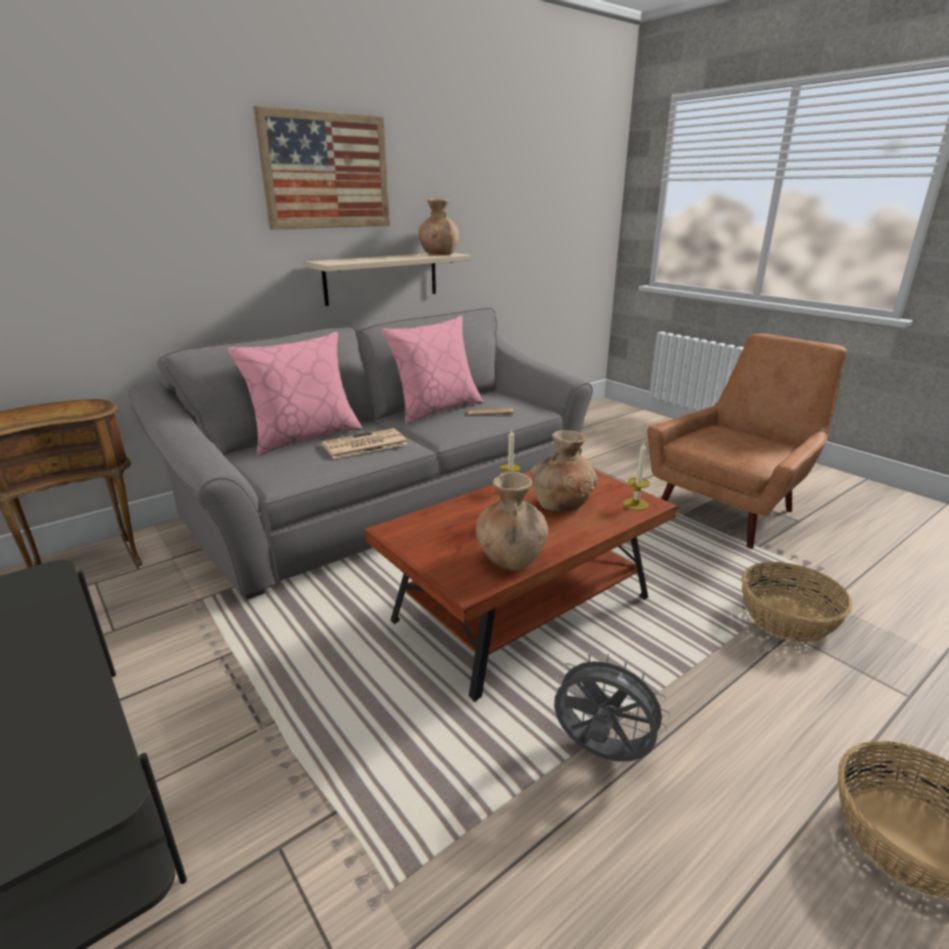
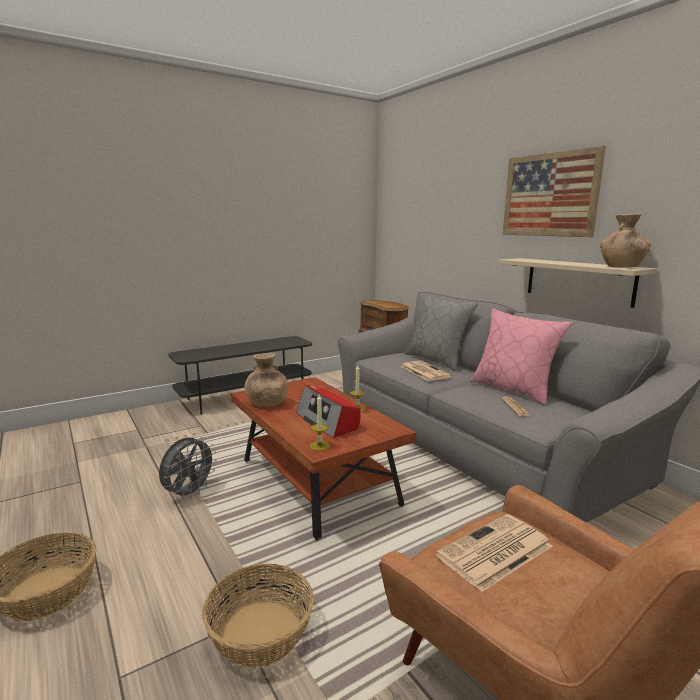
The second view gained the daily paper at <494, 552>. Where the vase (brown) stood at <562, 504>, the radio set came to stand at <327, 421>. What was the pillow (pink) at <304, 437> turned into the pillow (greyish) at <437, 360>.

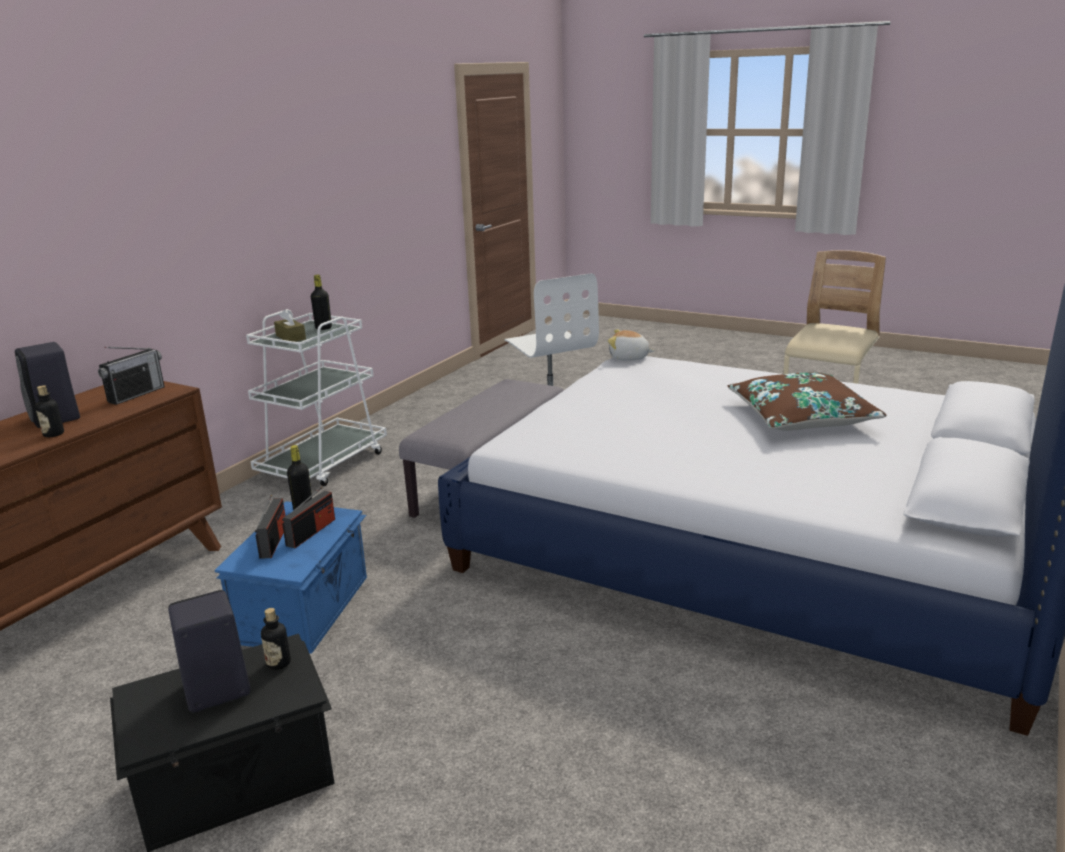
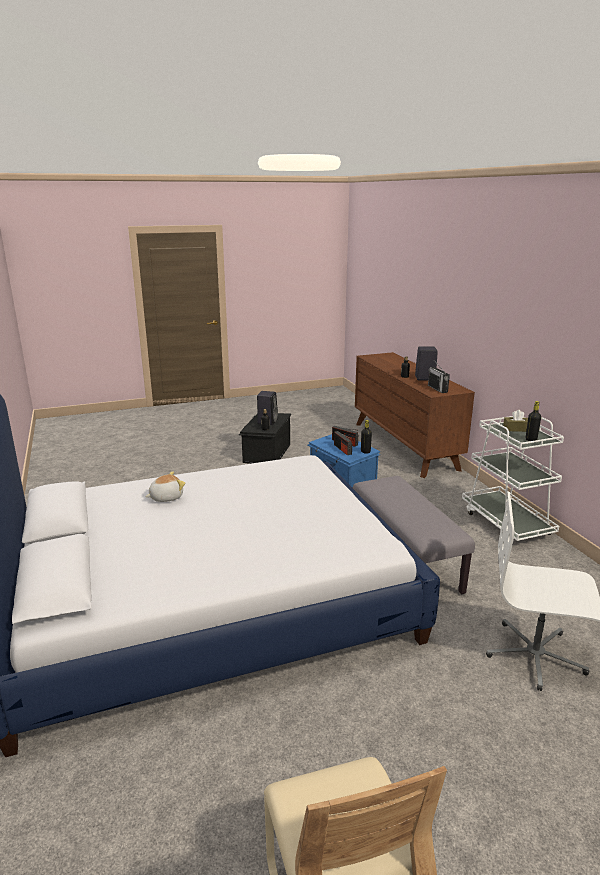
The second view lost the pillow (brown) at <801, 417>. The cuddly toy ended up elsewhere, having gone from <629, 358> to <166, 497>.

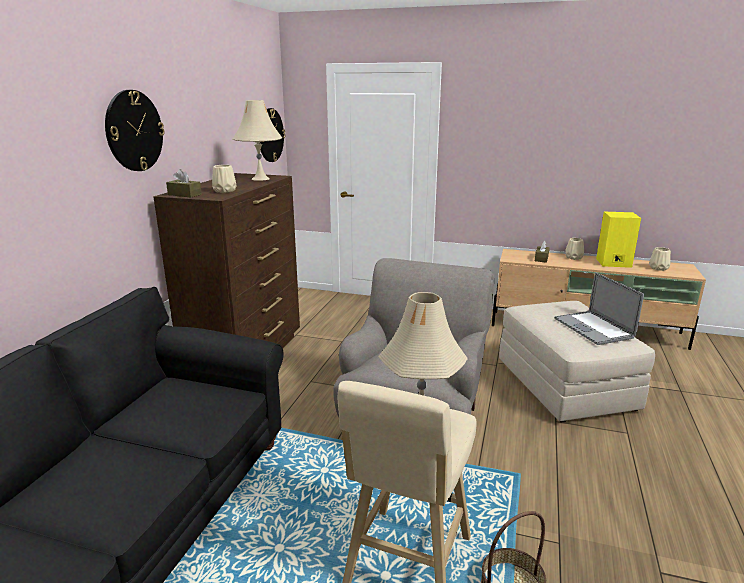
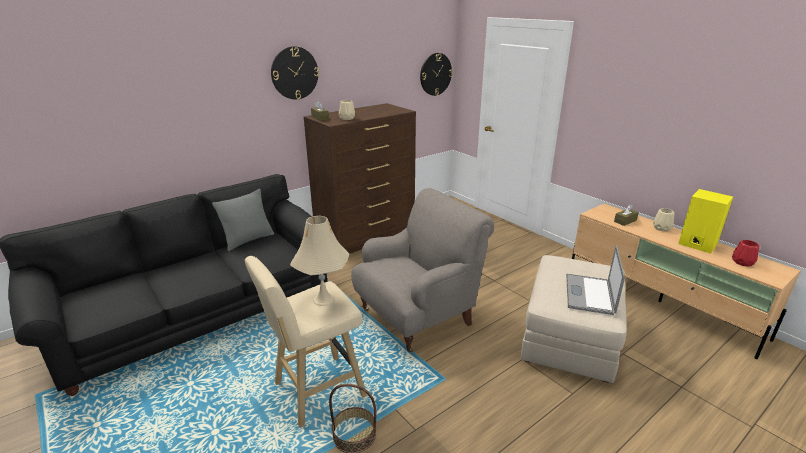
The second view lost the table lamp (beige-coloured) at <260, 179>. The second view gained the pillow (greyish) at <248, 240>. What was the vase (beige-coloured) at <657, 268> turned into the vase (red) at <742, 262>.

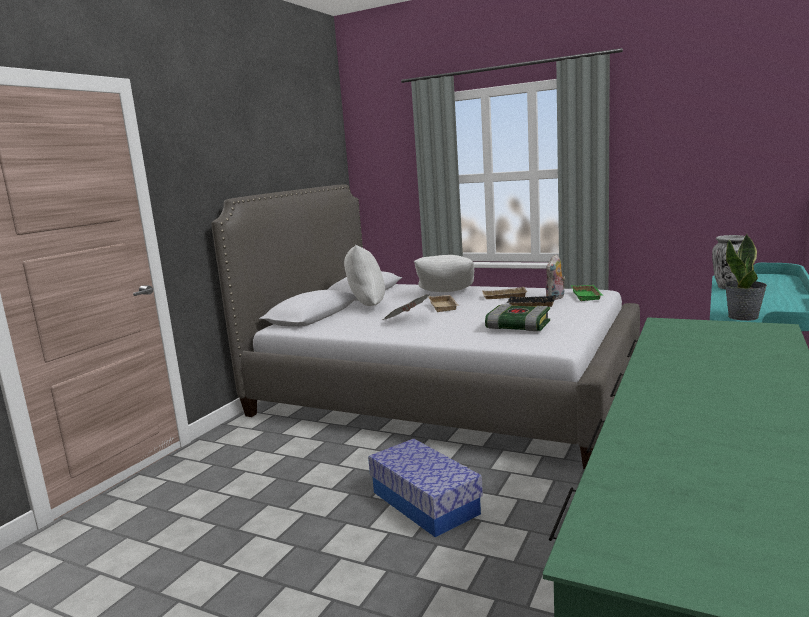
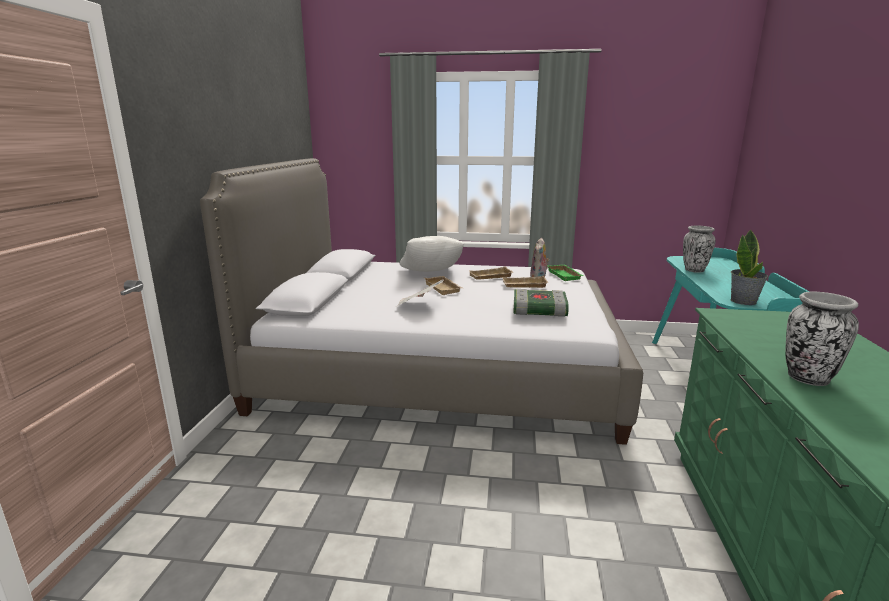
The second view lost the pillow (white-coloured) at <366, 307>. The second view lost the storage container at <425, 503>. The second view gained the vase at <807, 379>. What was the serving tray (black-coloured) at <530, 305> turned into the serving tray (beige-coloured) at <524, 285>.

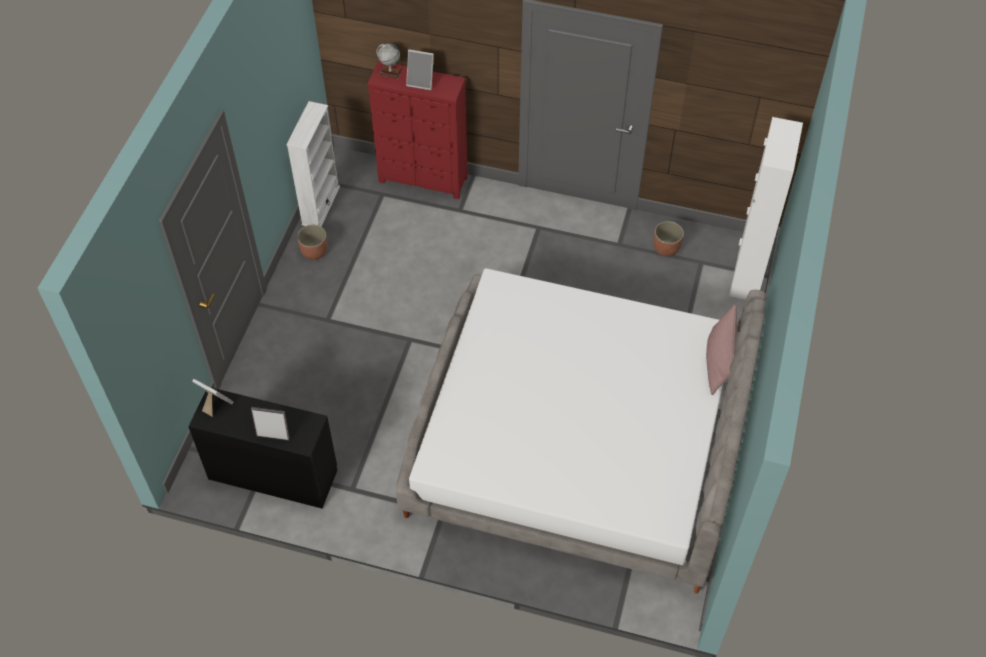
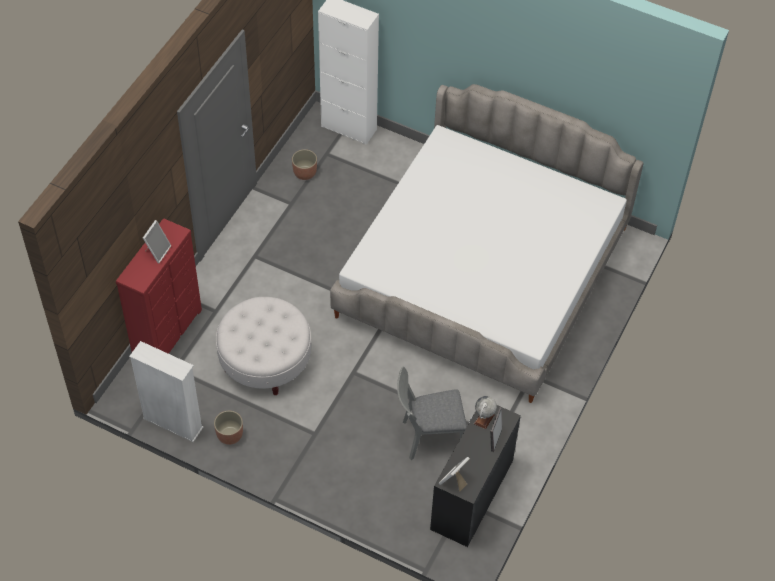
The second view lost the pillow (pink) at <719, 361>. The second view gained the footrest (white-coloured) at <265, 361>. The second view gained the plain chair (greyish) at <427, 437>. The desk globe ended up elsewhere, having gone from <390, 72> to <484, 419>.

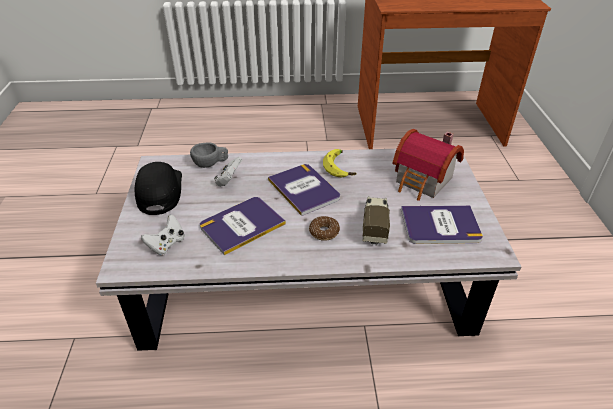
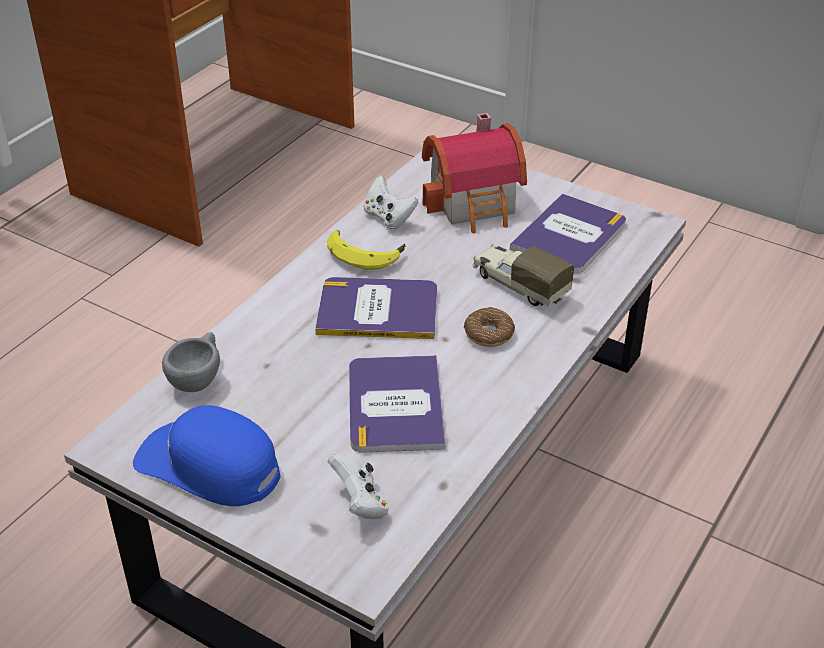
The joypad (white-coloured) ended up elsewhere, having gone from <229, 180> to <388, 218>. What was the cap (black-coloured) at <159, 191> turned into the cap (bluish) at <209, 466>.

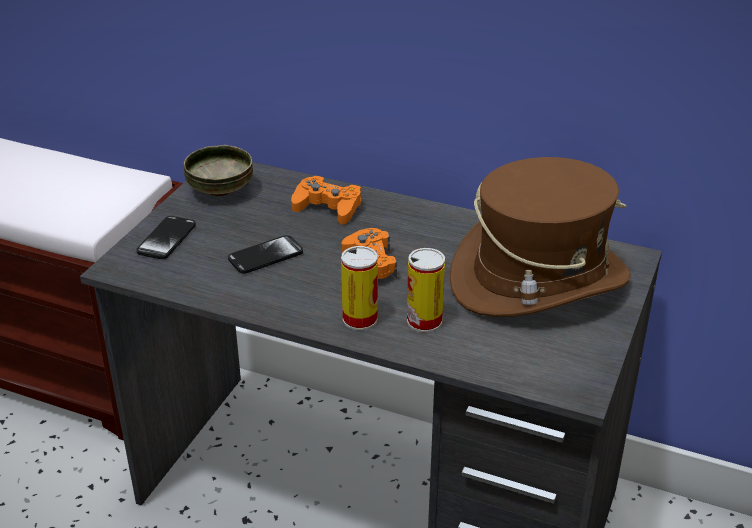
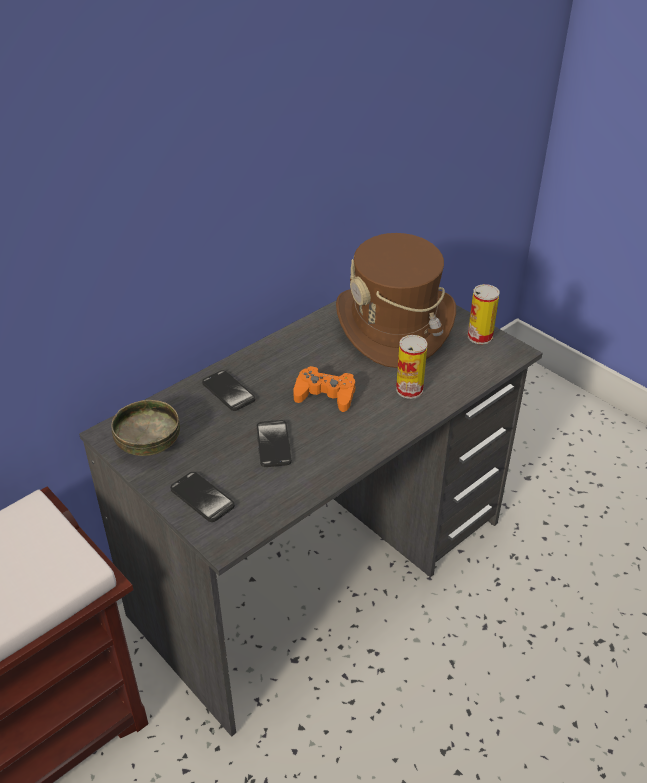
The sealed can ended up elsewhere, having gone from <360, 319> to <480, 336>. Where the joypad (orangey) stood at <328, 207>, the handset came to stand at <228, 391>.

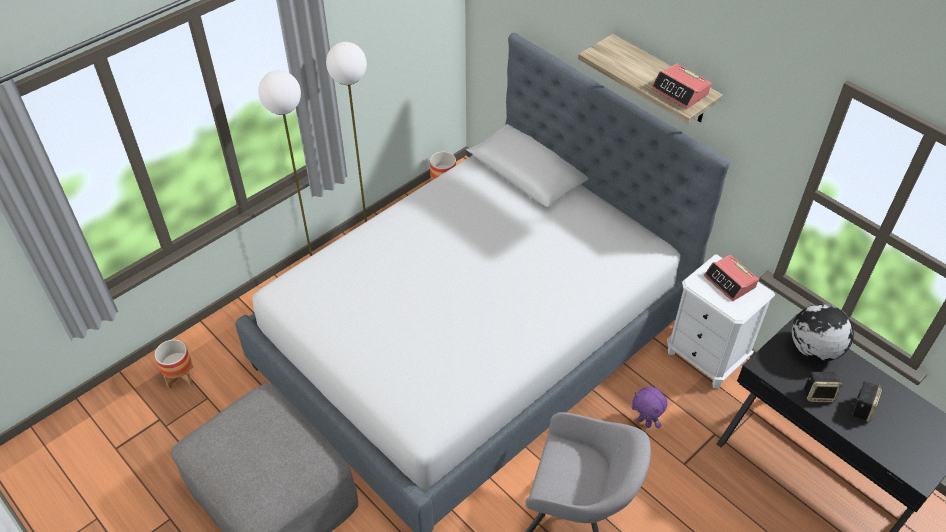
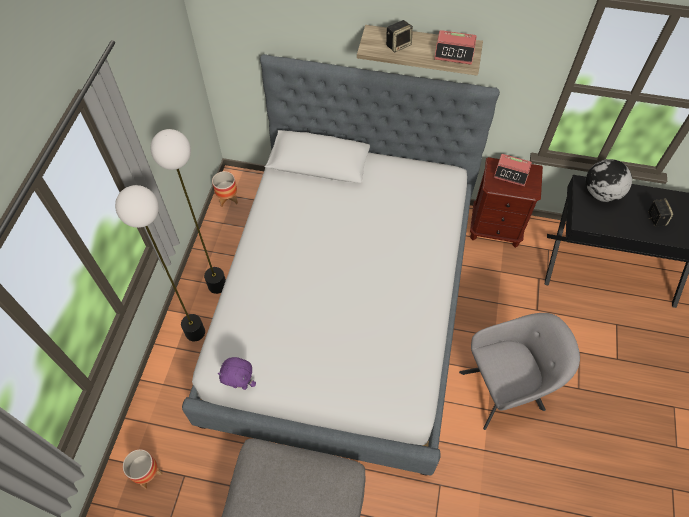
The cuddly toy (purple-coloured) ended up elsewhere, having gone from <645, 422> to <240, 385>. The loudspeaker ended up elsewhere, having gone from <819, 394> to <398, 45>. What was the bedside table (white-coloured) at <705, 357> turned into the bedside table (brown) at <495, 229>.

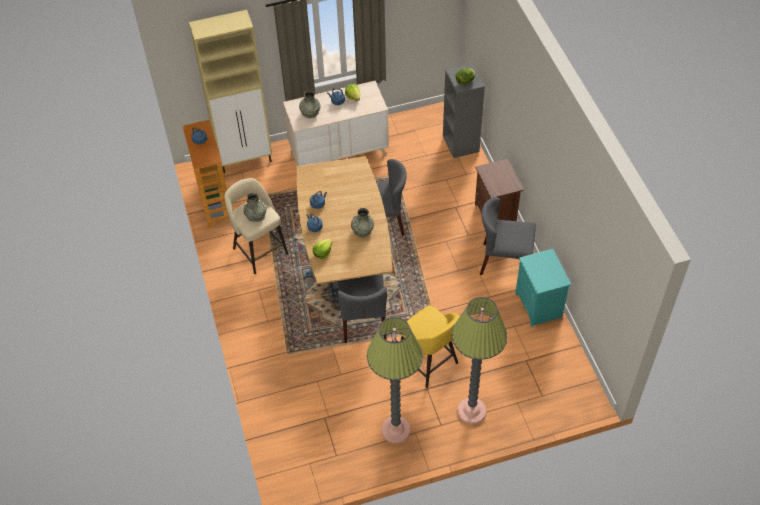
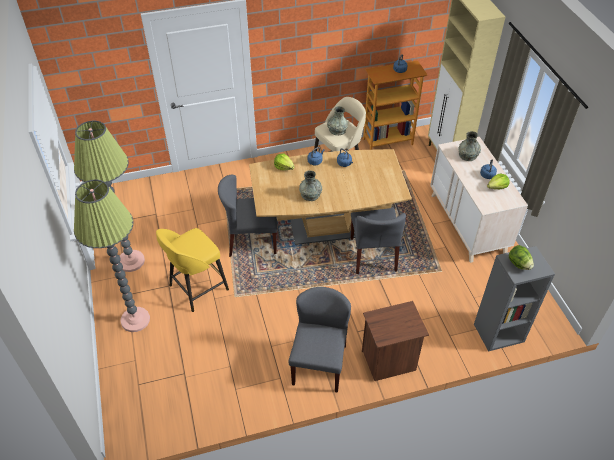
The second view lost the bedside table (blue-green) at <539, 306>.

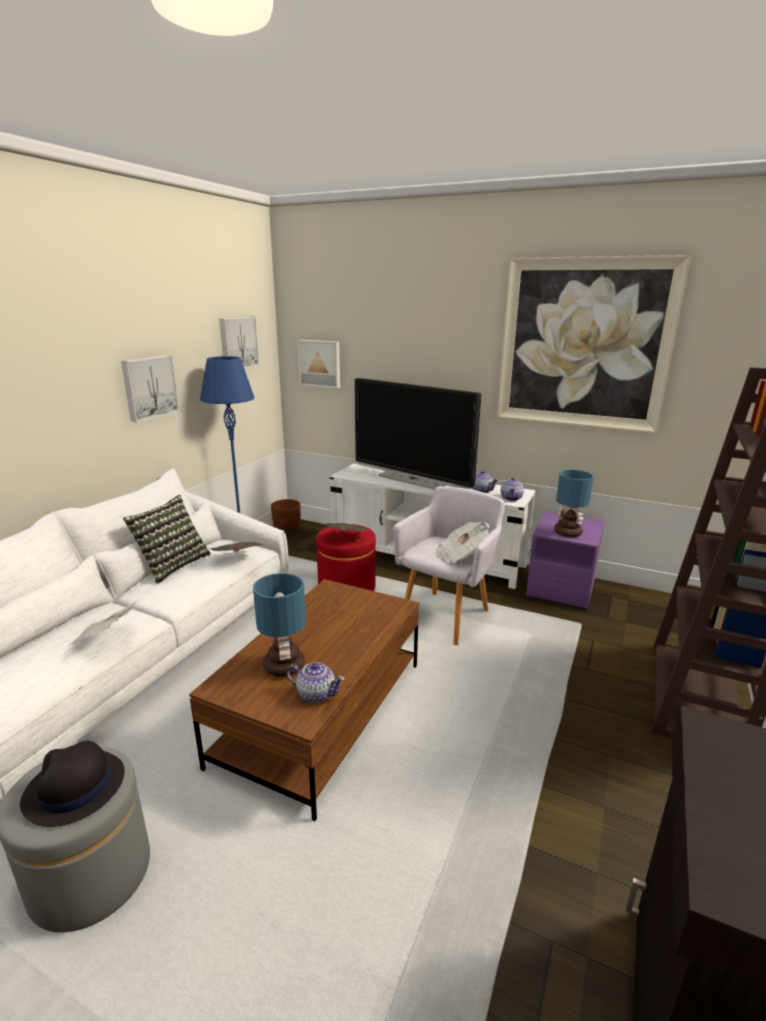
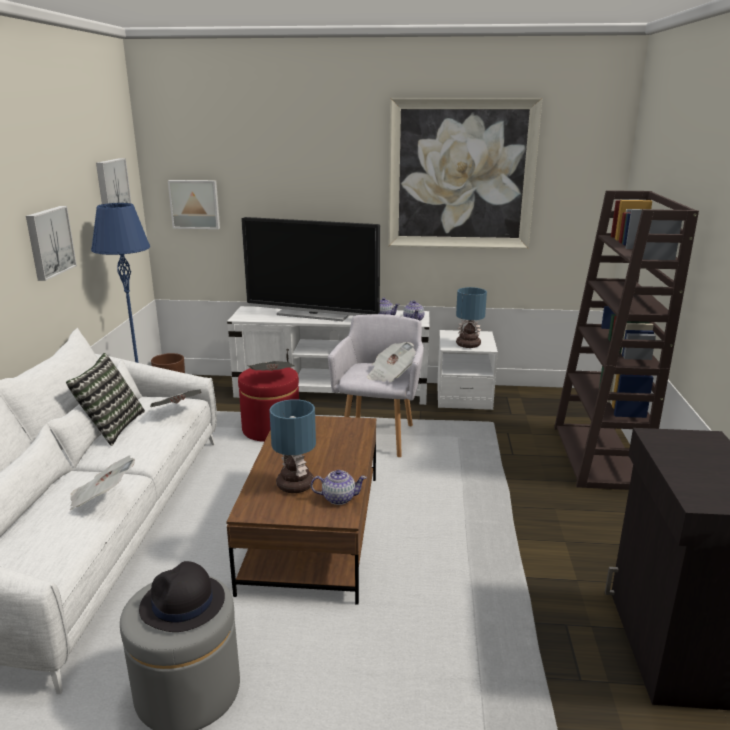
What was the bedside table (purple-coloured) at <561, 588> turned into the bedside table (white-coloured) at <463, 397>.

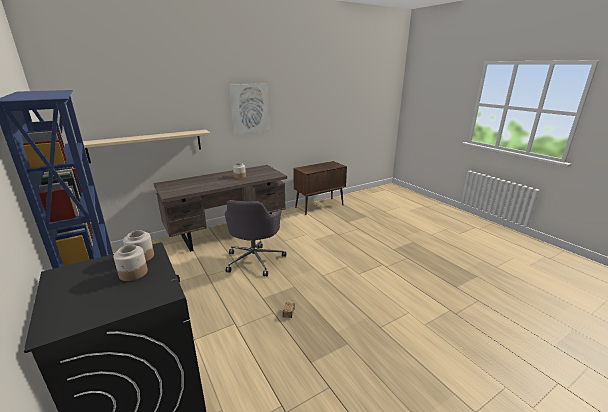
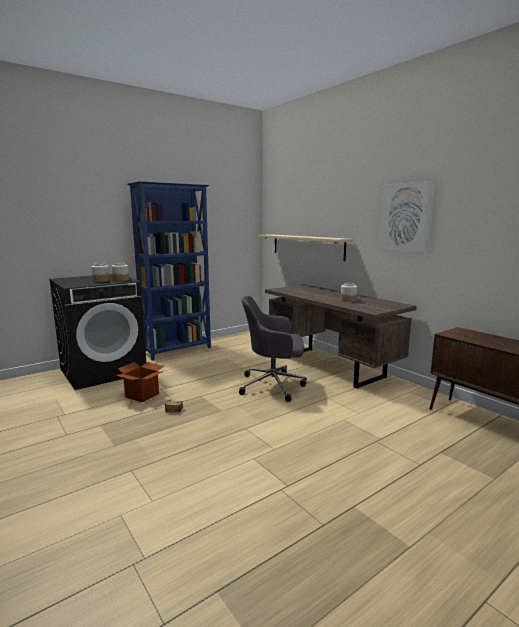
The second view gained the cardboard box at <142, 395>.

